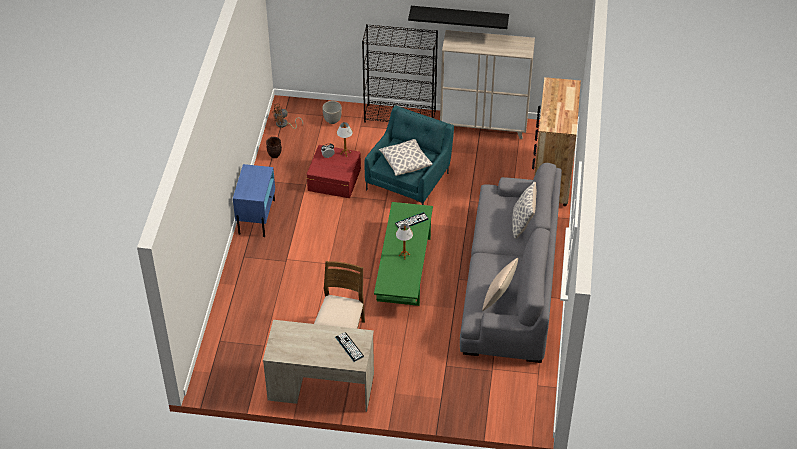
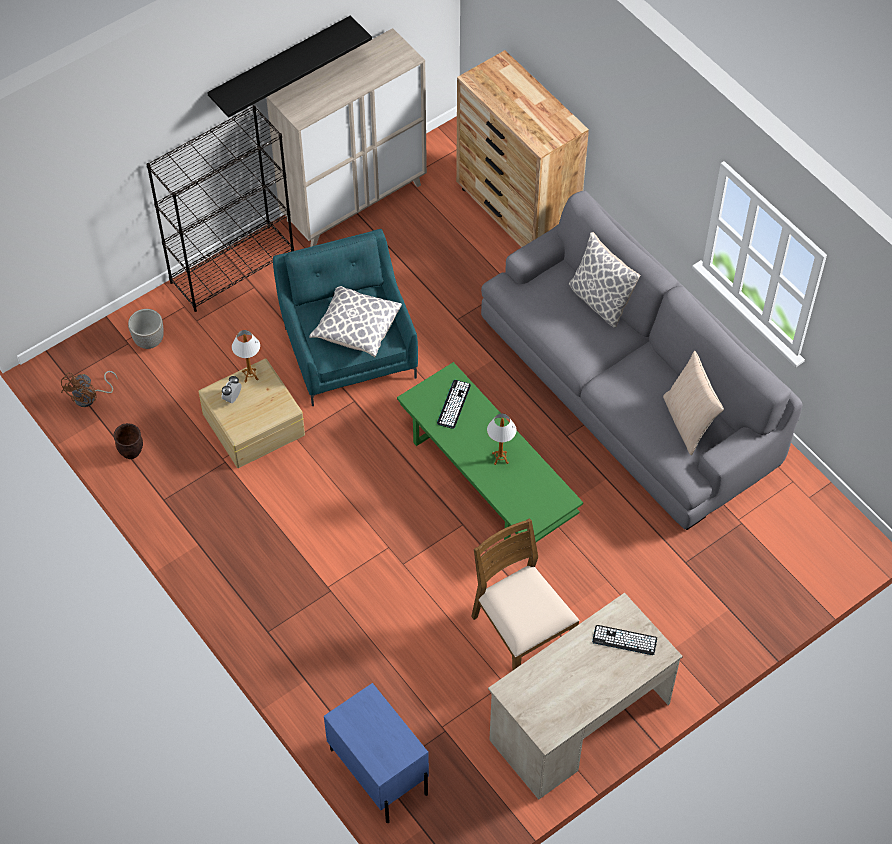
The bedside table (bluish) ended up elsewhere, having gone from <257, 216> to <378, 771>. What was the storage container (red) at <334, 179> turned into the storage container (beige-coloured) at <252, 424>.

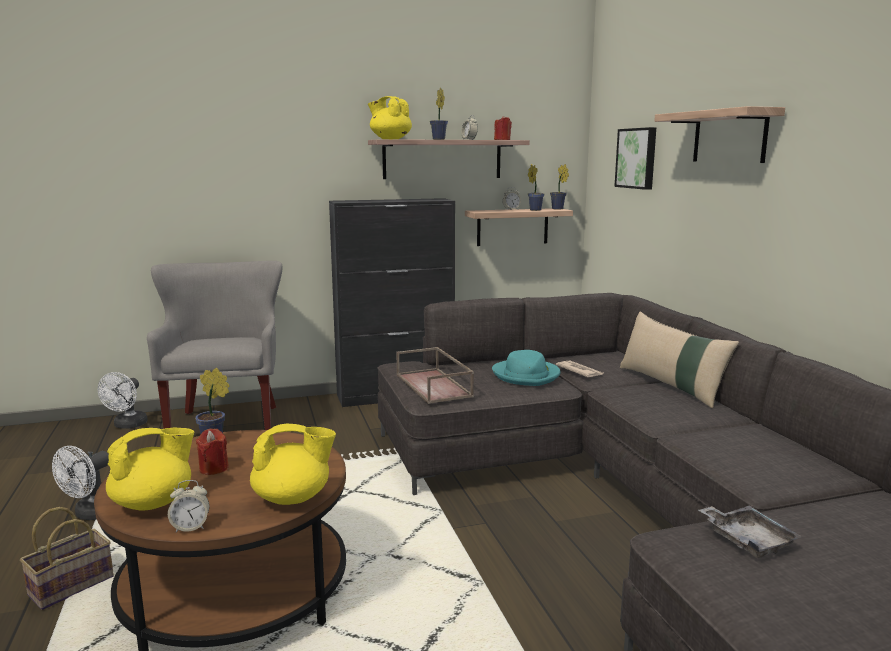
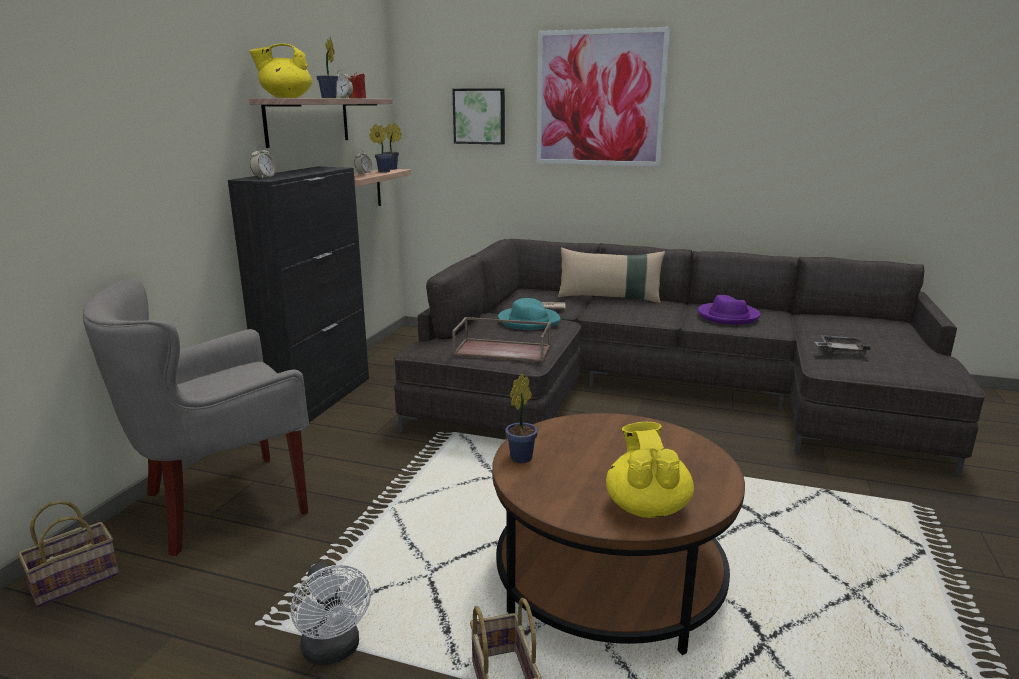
The second view lost the wax light (red) at <214, 468>. The second view lost the teapot (yellowish) at <293, 498>. The second view gained the hat (purple-coloured) at <728, 316>. The table clock ended up elsewhere, having gone from <190, 527> to <264, 178>. Where the electric fan (white-coloured) stood at <127, 425>, the basket came to stand at <77, 579>. Where the wall shelf hung at <729, 137>, the picture came to hang at <599, 99>. The armchair (greyish) at <227, 424> ended up facing another way, 60 degrees counterclockwise from before.

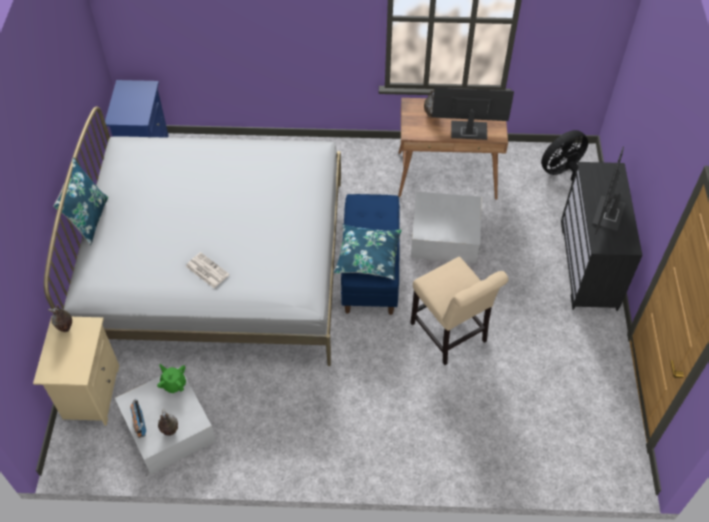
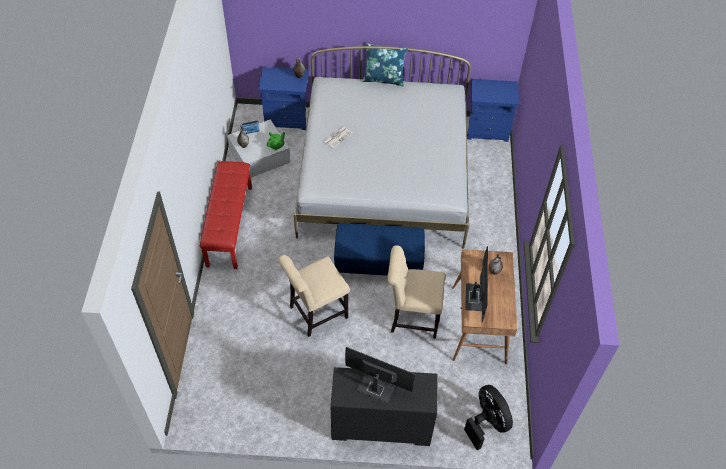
The second view lost the pillow (bluish) at <368, 257>. The second view gained the bench (red) at <229, 225>. Where the storage container (white-coloured) stood at <444, 236>, the plain chair (beige-coloured) came to stand at <411, 317>. What was the bedside table (beige-coloured) at <90, 393> turned into the bedside table (bluish) at <287, 118>.

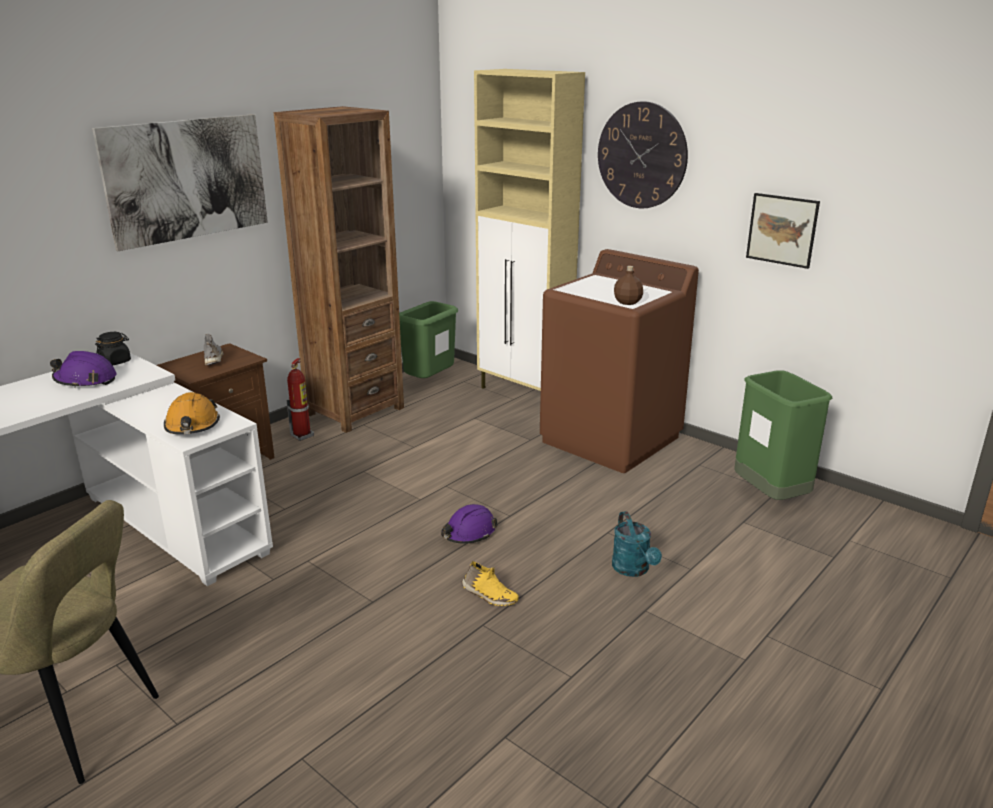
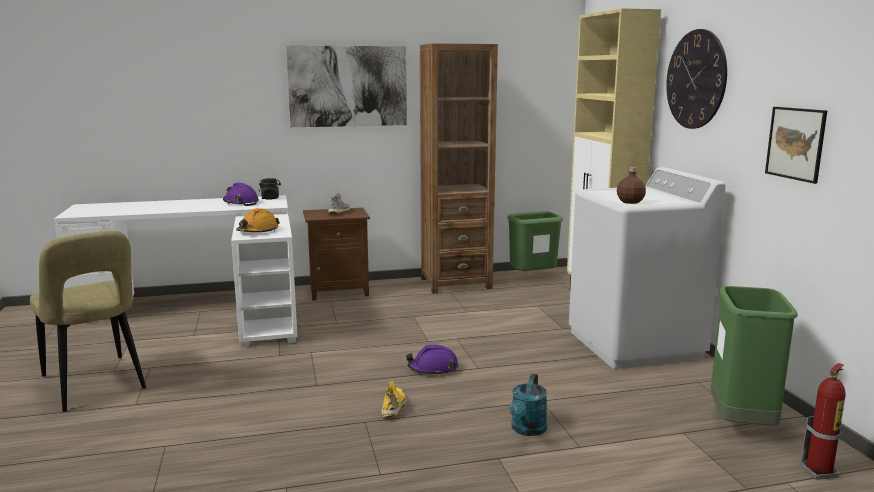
The extinguisher ended up elsewhere, having gone from <302, 435> to <819, 472>. What was the laundry appliance (brown) at <611, 439> turned into the laundry appliance (white-coloured) at <635, 345>. The item of footwear (yellowish) at <489, 595> ended up facing another way, 150 degrees counterclockwise from before.

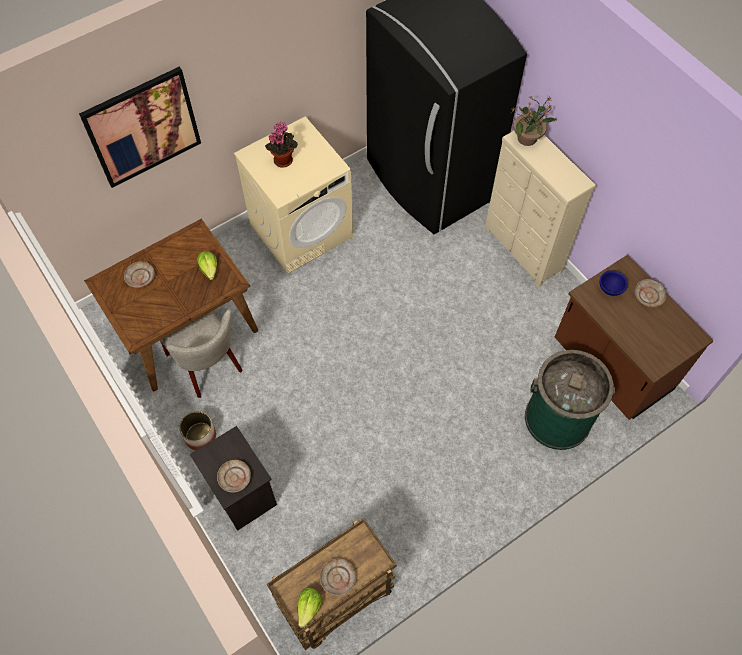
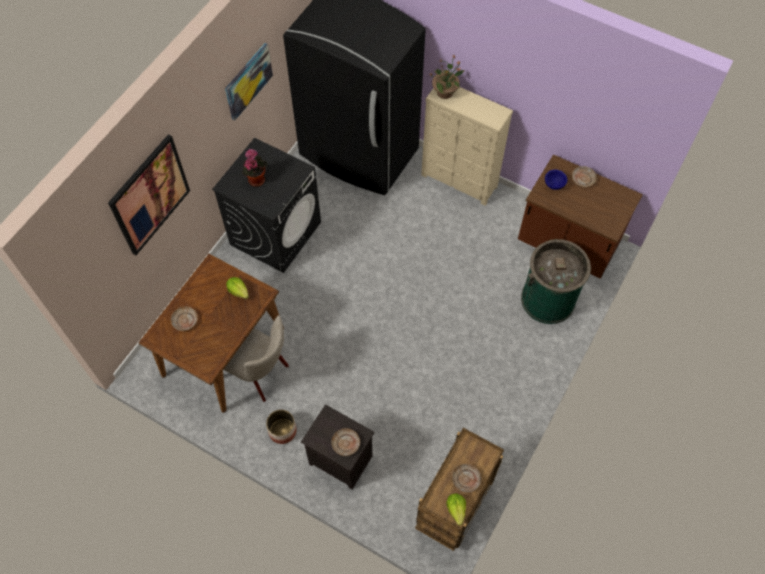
The second view gained the picture at <248, 81>. What was the laundry appliance (beige-coloured) at <301, 230> turned into the laundry appliance (black-coloured) at <276, 233>.

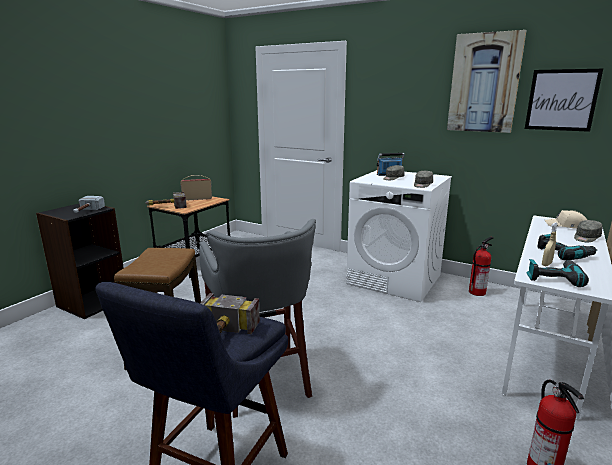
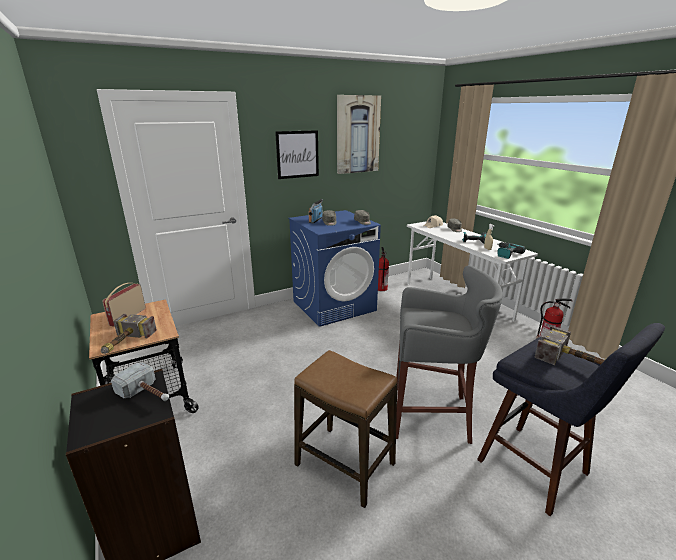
The picture ended up elsewhere, having gone from <561, 100> to <297, 154>. What was the laundry appliance (white-coloured) at <395, 279> turned into the laundry appliance (bluish) at <334, 305>.

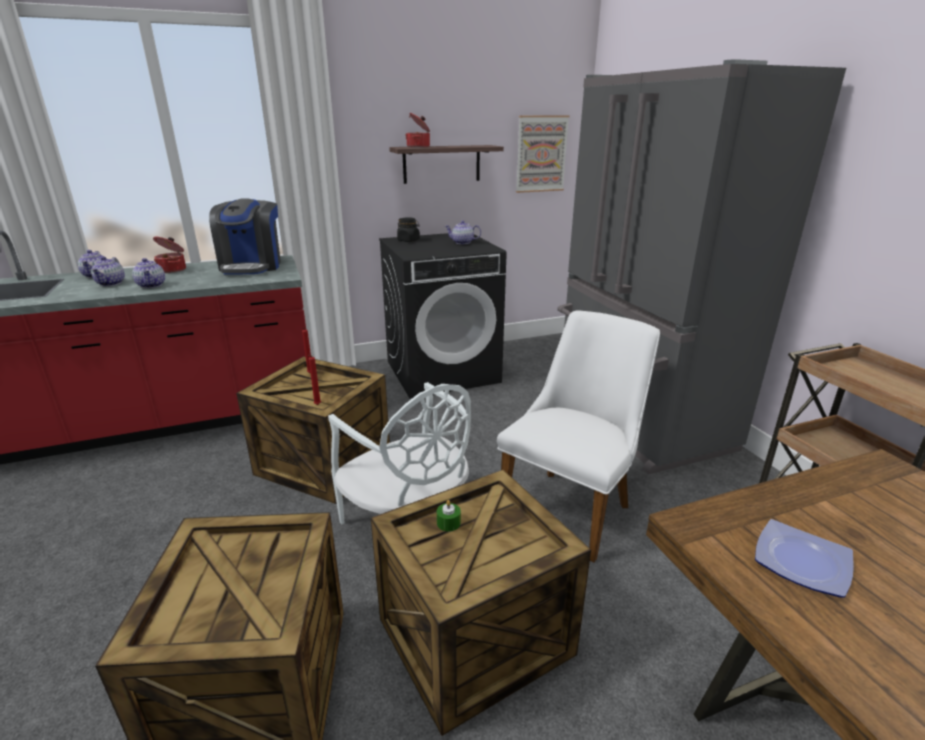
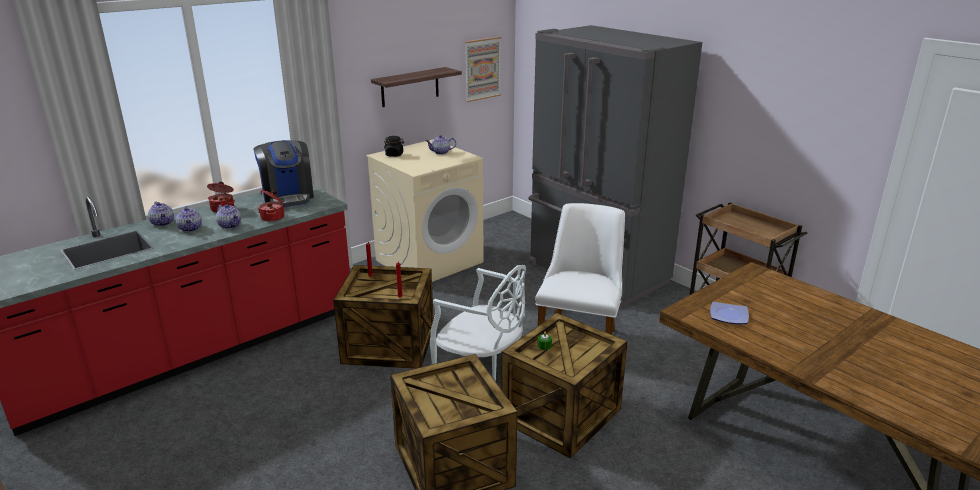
The stockpot ended up elsewhere, having gone from <419, 147> to <273, 217>. What was the laundry appliance (black-coloured) at <443, 371> turned into the laundry appliance (beige-coloured) at <429, 261>.

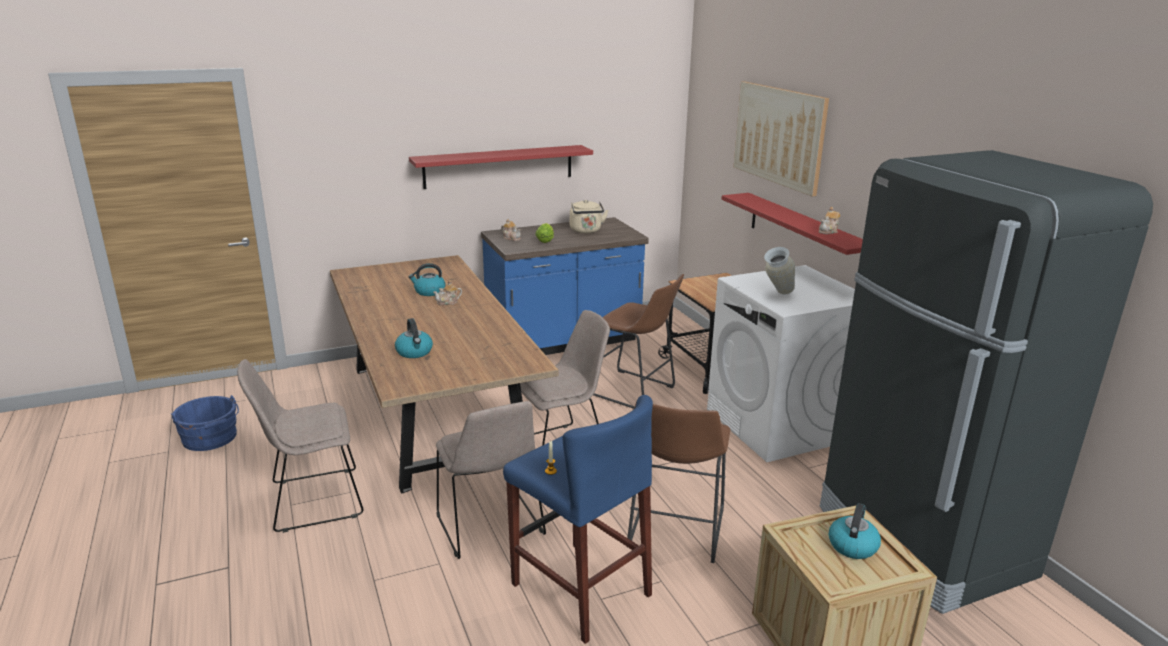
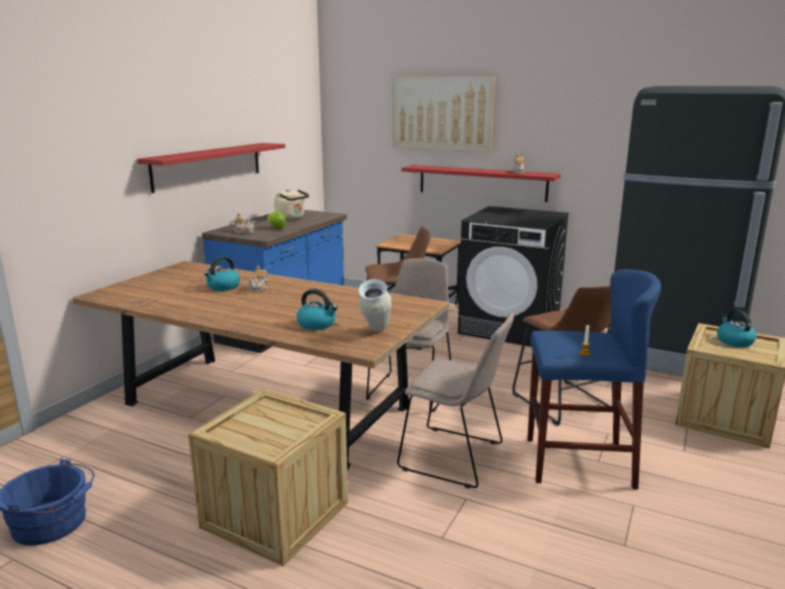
The vase ended up elsewhere, having gone from <776, 295> to <374, 334>. Where the plain chair (beige-coloured) stood at <312, 500>, the shipping crate came to stand at <275, 515>. What was the laundry appliance (white-coloured) at <777, 425> turned into the laundry appliance (black-coloured) at <510, 328>.

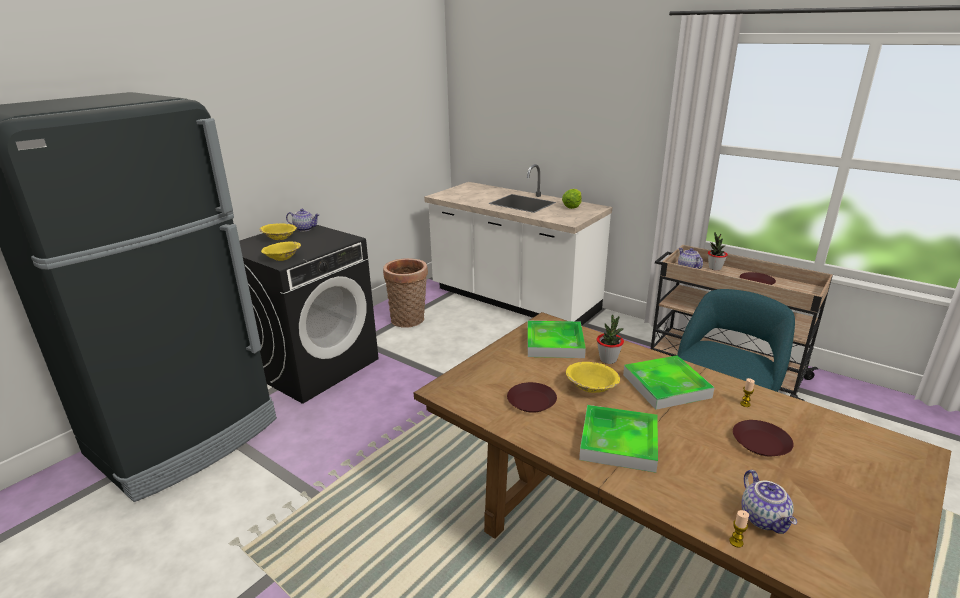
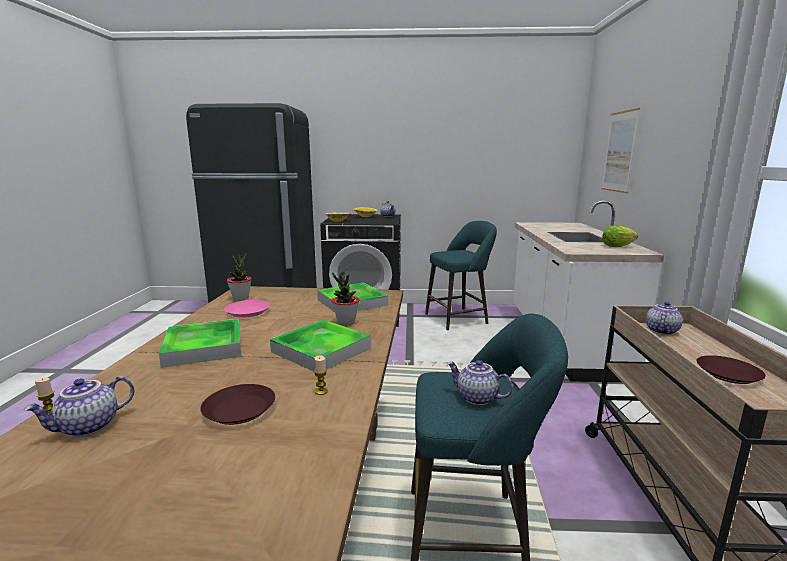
The second view lost the bowl (yellowish) at <591, 387>. The second view gained the teapot at <476, 398>. The second view gained the picture at <619, 152>. The plant in a pot ended up elsewhere, having gone from <714, 268> to <241, 298>. Where the basket stood at <409, 321>, the stool (blue-green) came to stand at <459, 318>. What was the dinner plate (brown) at <532, 402> turned into the dinner plate (pink) at <247, 312>.

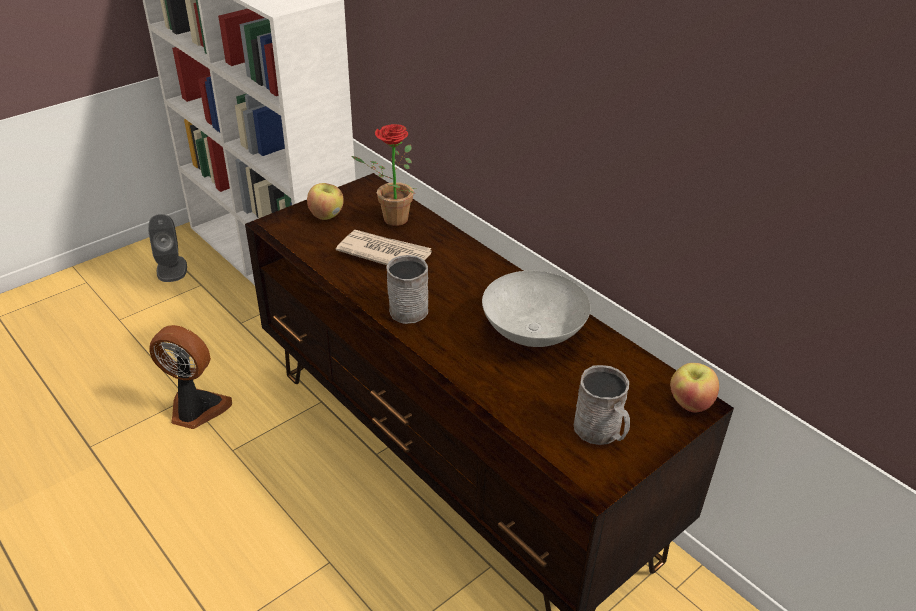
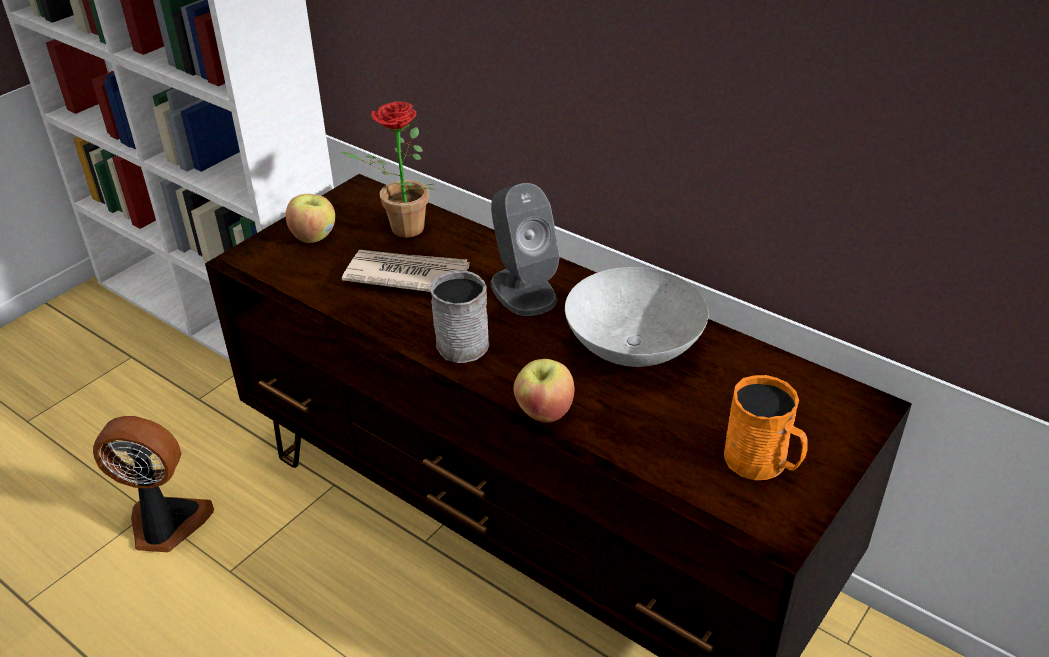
The loudspeaker (greyish) ended up elsewhere, having gone from <171, 268> to <523, 290>. The apple fruit ended up elsewhere, having gone from <690, 403> to <544, 411>. What was the mug (greyish) at <601, 432> turned into the mug (orangey) at <762, 462>.

